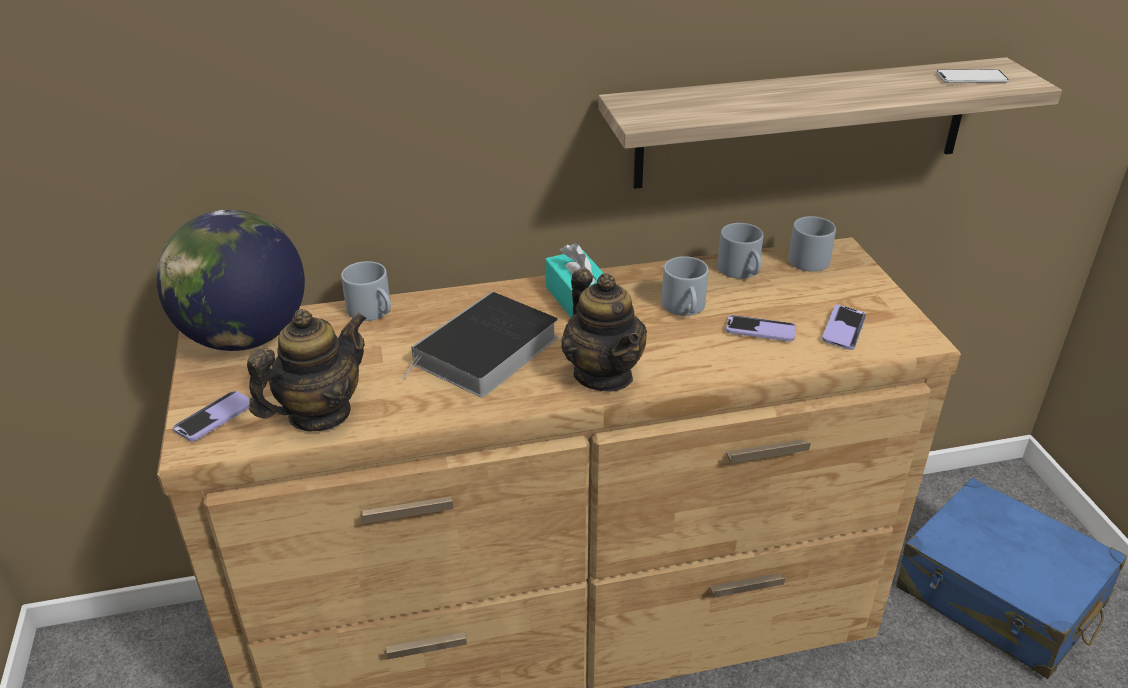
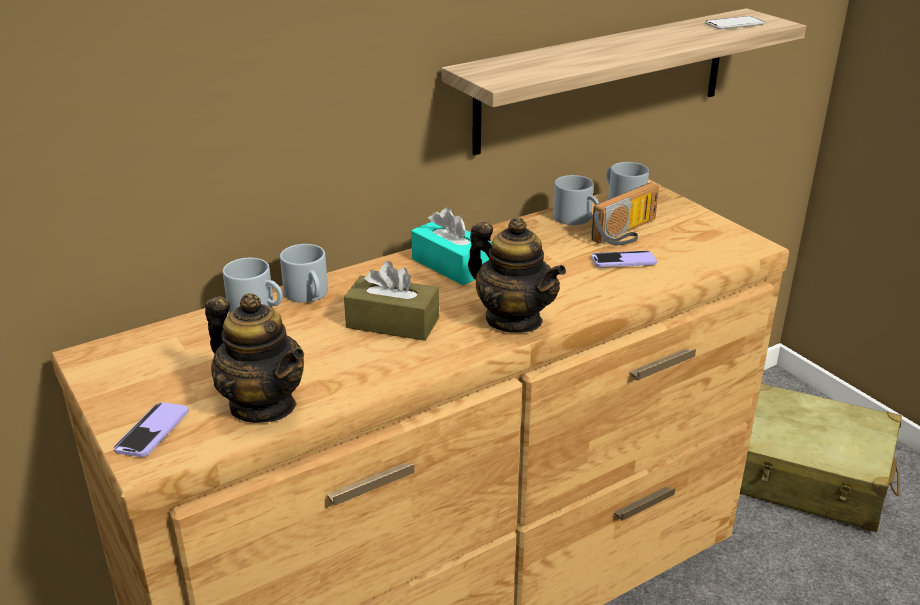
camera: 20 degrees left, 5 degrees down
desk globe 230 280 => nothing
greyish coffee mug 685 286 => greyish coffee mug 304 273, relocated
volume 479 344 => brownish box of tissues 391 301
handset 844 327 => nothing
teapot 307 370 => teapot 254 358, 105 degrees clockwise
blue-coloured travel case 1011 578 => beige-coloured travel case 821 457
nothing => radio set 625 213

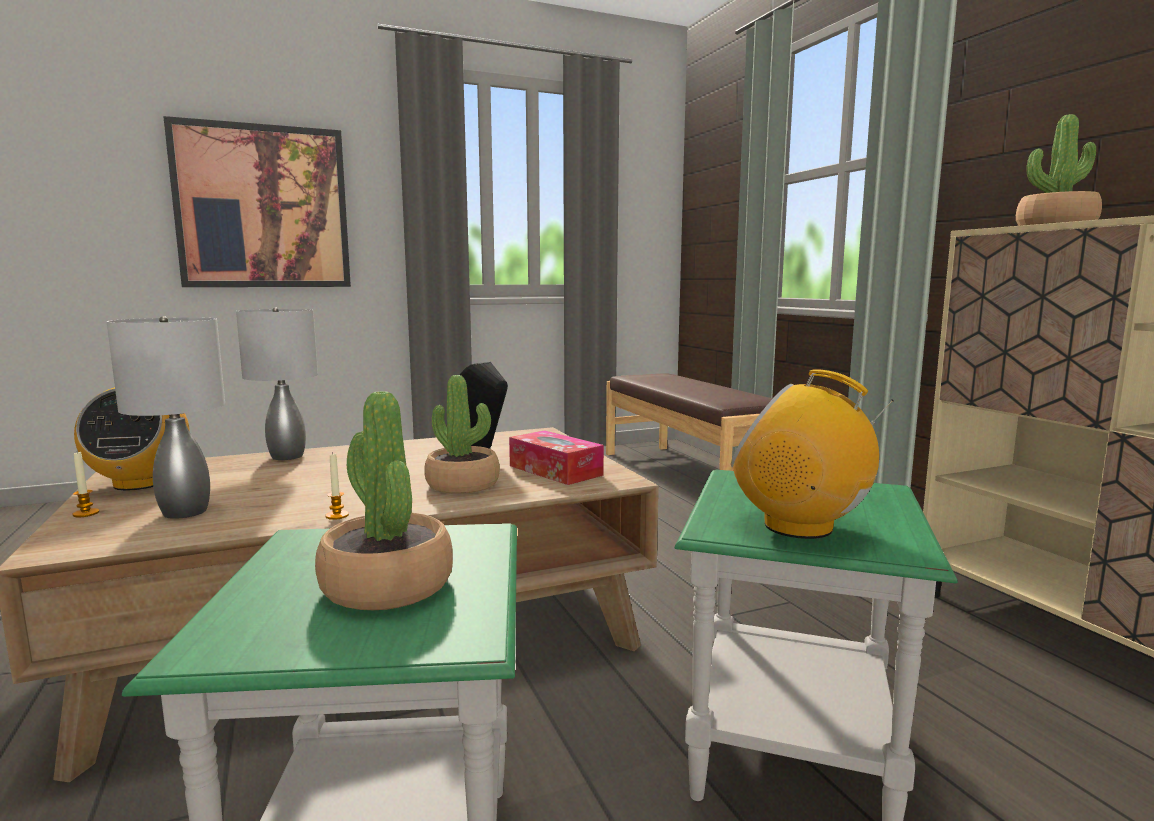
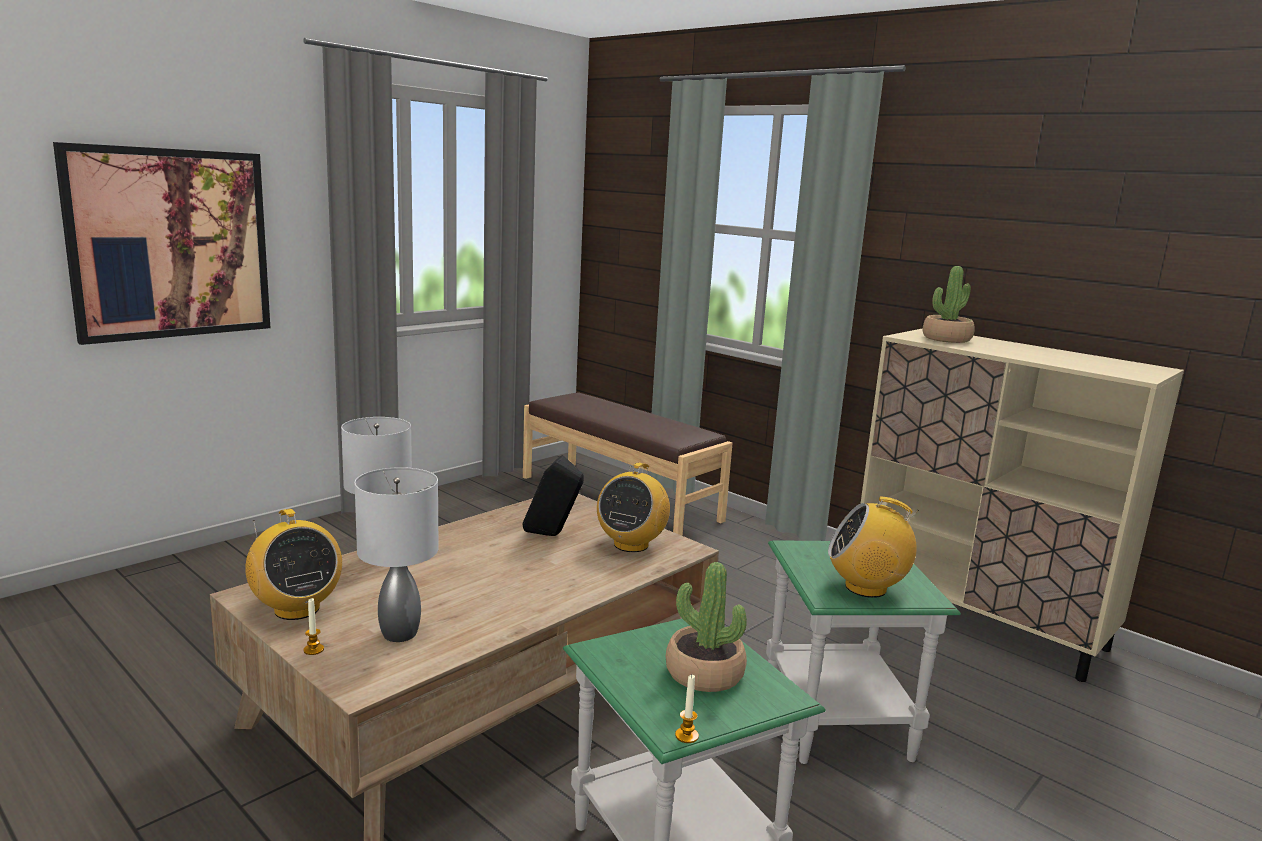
camera: 25 degrees left, 5 degrees up
houseplant 462 434 => nothing
box of tissues 556 457 => radio set 633 507
wax candle 337 487 => wax candle 687 709, relocated

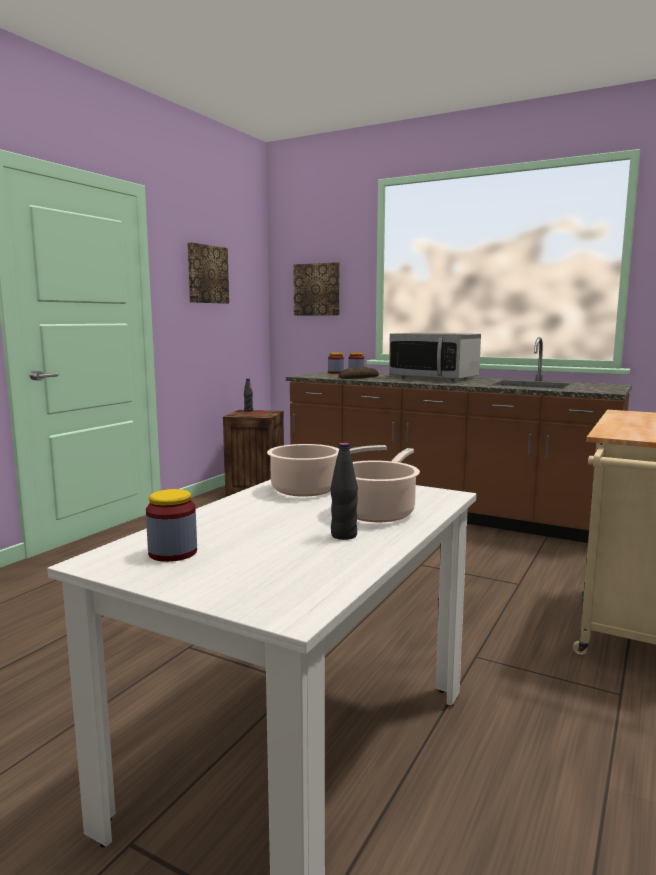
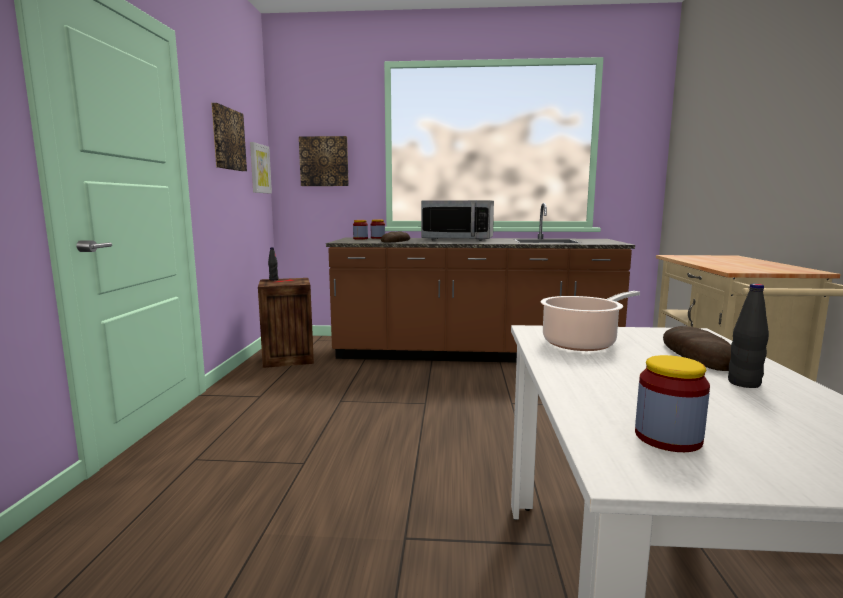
camera: 25 degrees left, 0 degrees up
saucepot 386 485 => bakery bread 697 348
nothing => wall art 261 167

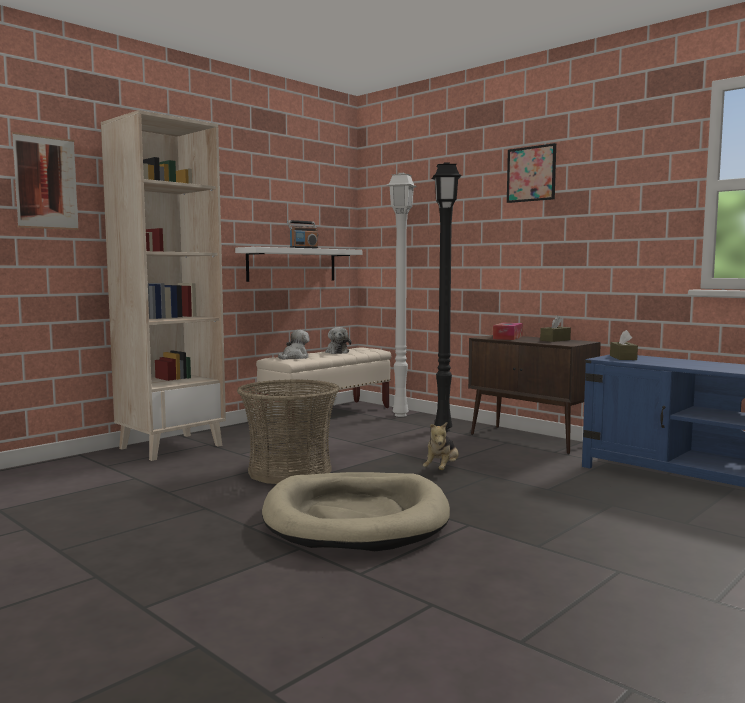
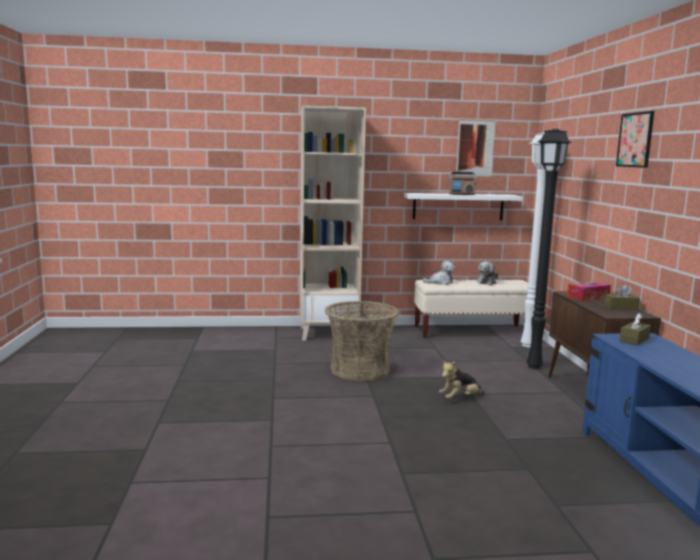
camera: 40 degrees right, 5 degrees up
wall art 45 181 => wall art 475 148, relocated
beige-coloured dog cushion 356 511 => nothing

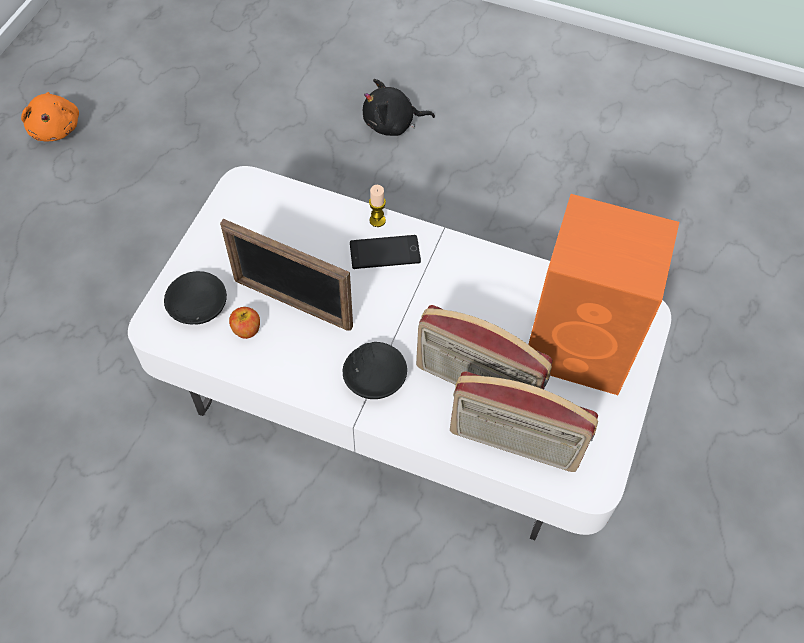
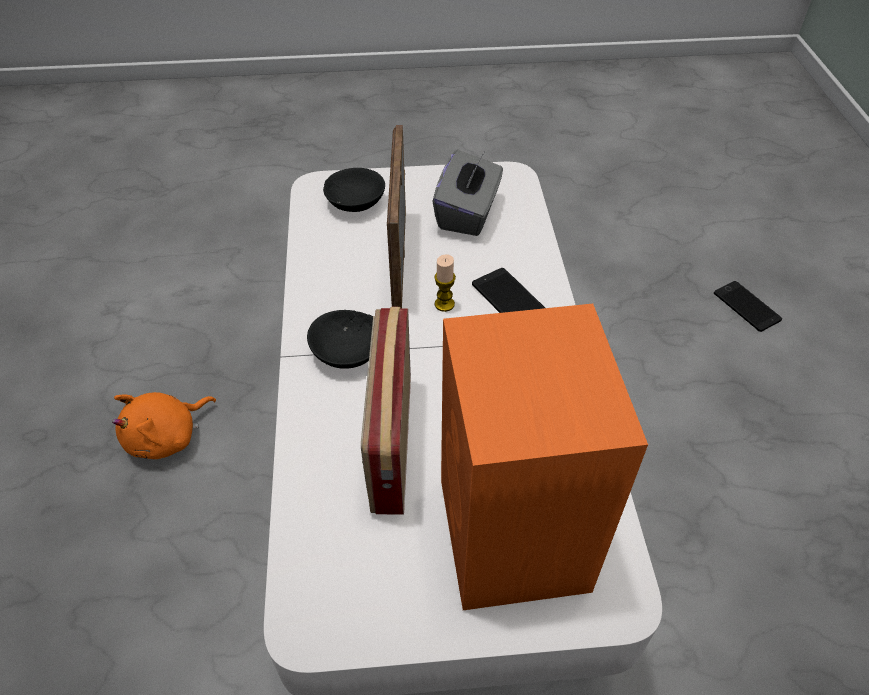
camera: 65 degrees right, 10 degrees down
black plush toy 399 107 => handset 748 306
orange plush toy 50 116 => orange plush toy 164 425, relocated
wax candle 377 206 => wax candle 445 283, relocated
apple 244 323 => nothing
radio set 524 421 => nothing
nothing => greyish box of tissues 468 193

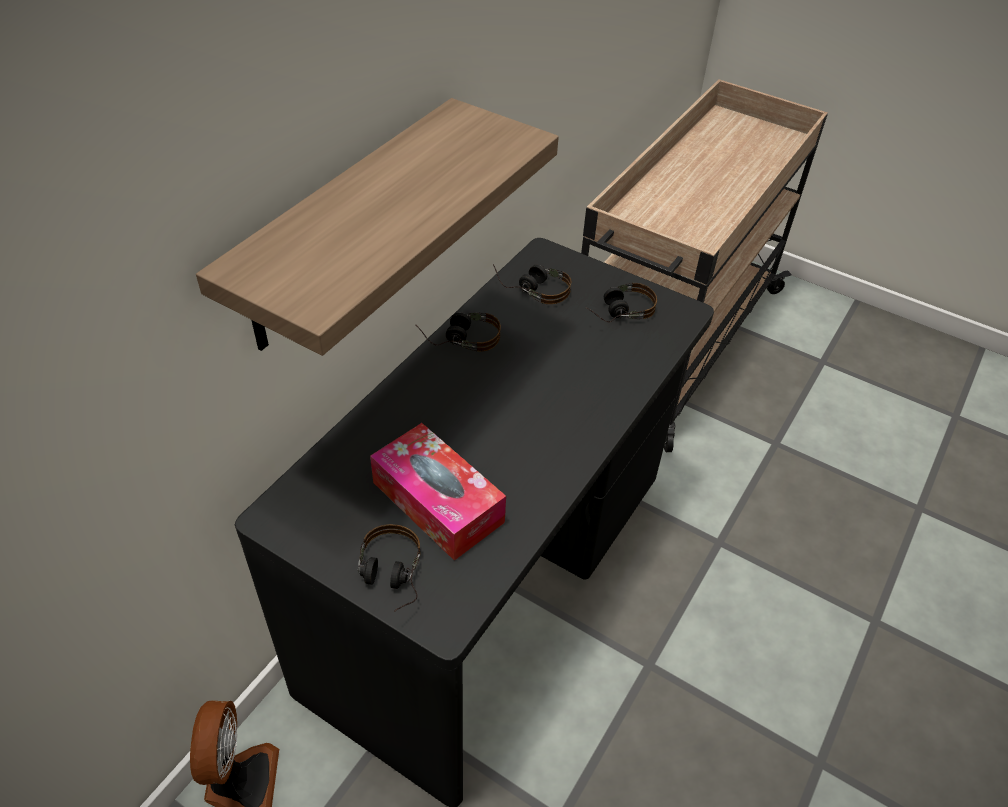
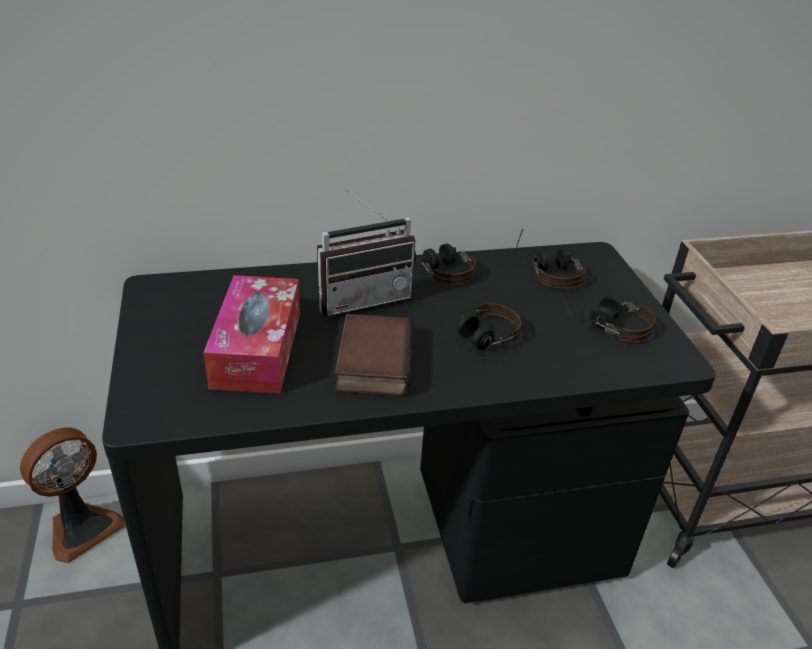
camera: 45 degrees right, 10 degrees down
wall shelf 377 227 => nothing
headphones 389 568 => headphones 488 329, relocated
nothing => radio set 366 251
nothing => volume 374 355

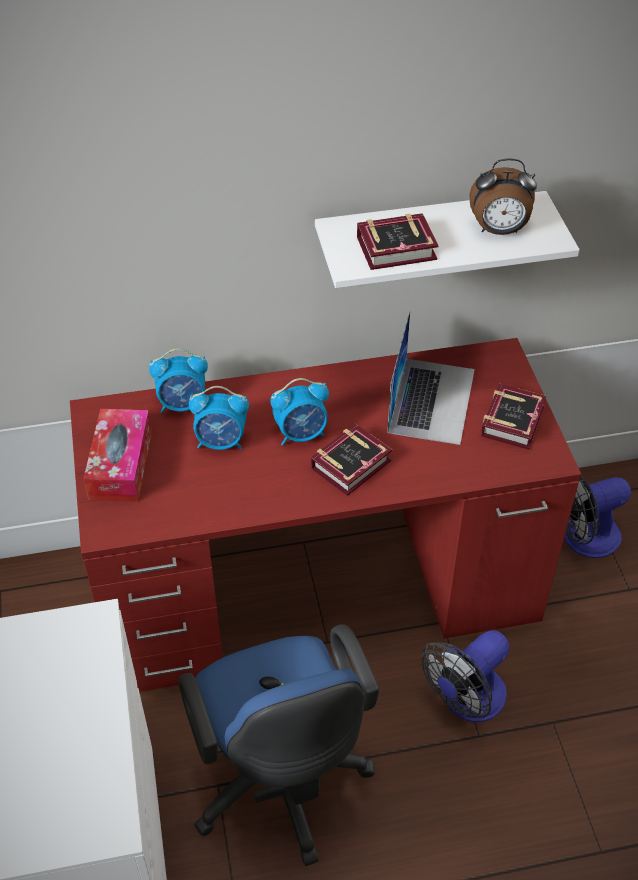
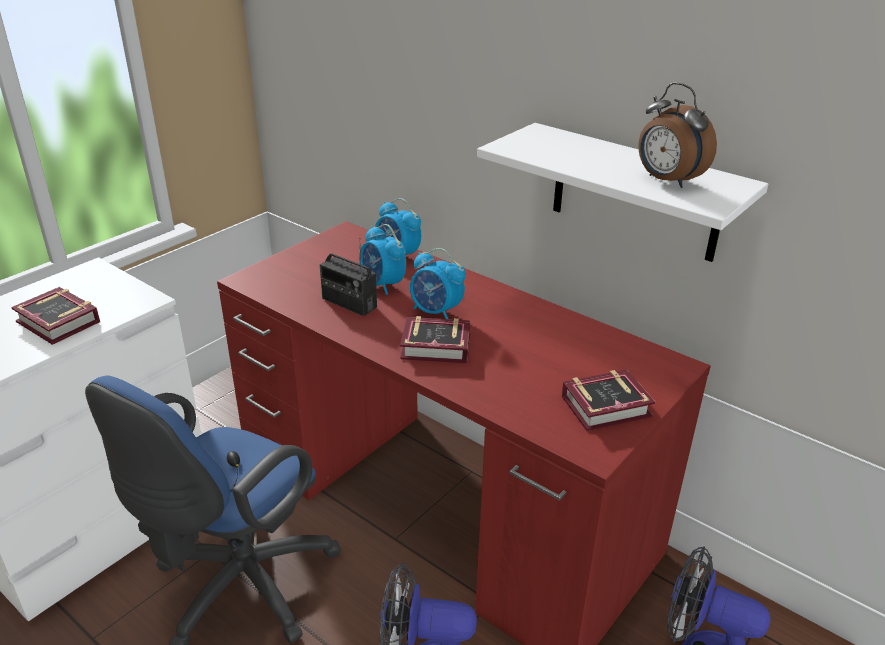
camera: 50 degrees right, 15 degrees down
volume 398 241 => volume 55 316, relocated
laptop 431 377 => nothing
box of tissues 117 455 => nothing
nothing => radio set 348 277

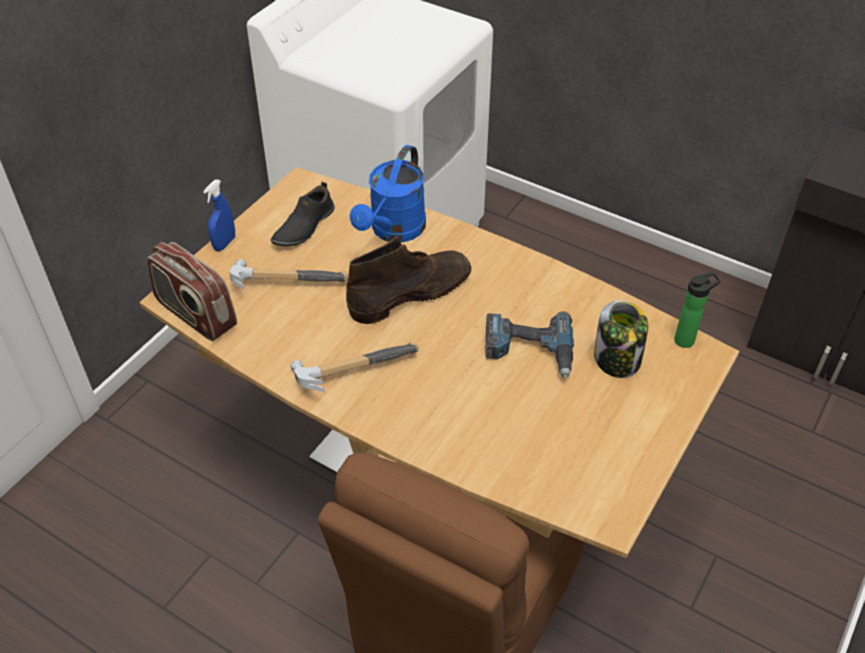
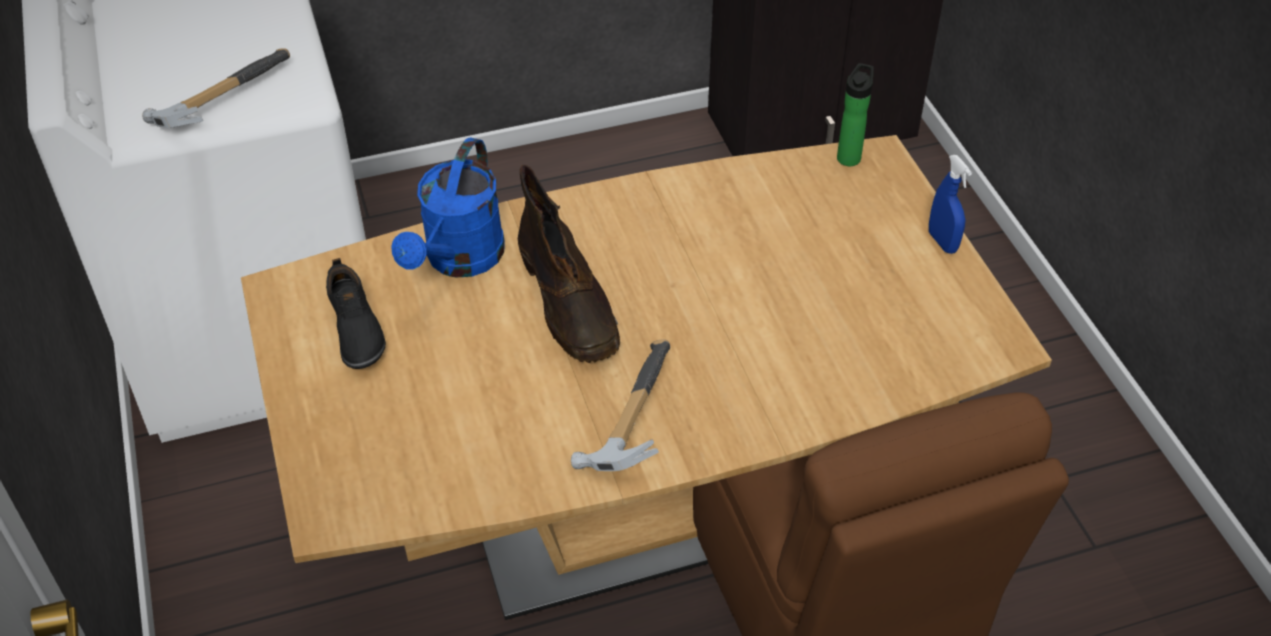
camera: 50 degrees left, 0 degrees up
blue-coloured watering can 388 194 => blue-coloured watering can 448 207, 45 degrees clockwise
blue-coloured spray bottle 219 215 => blue-coloured spray bottle 950 204, relocated
brownish tall boot 408 280 => brownish tall boot 569 264, 150 degrees clockwise
radio set 191 291 => nothing
tool hammer 289 274 => tool hammer 216 88, relocated
storage jar 621 339 => nothing
electric drill 529 345 => nothing

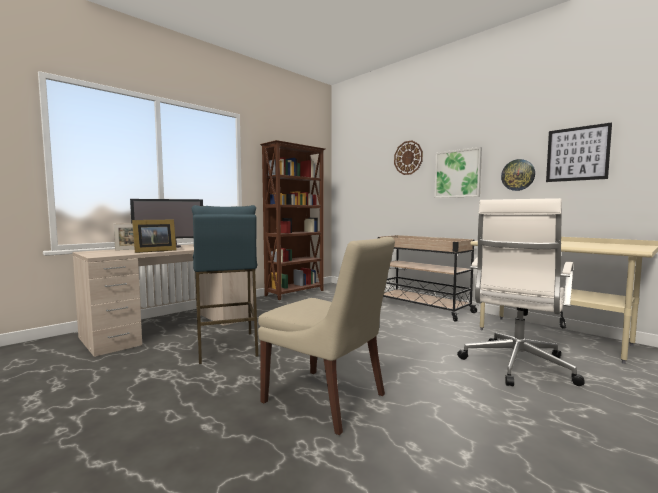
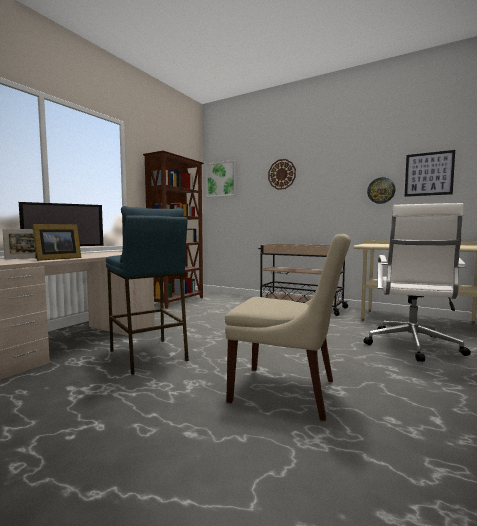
camera: 15 degrees left, 0 degrees up
wall art 458 172 => wall art 221 178, relocated

